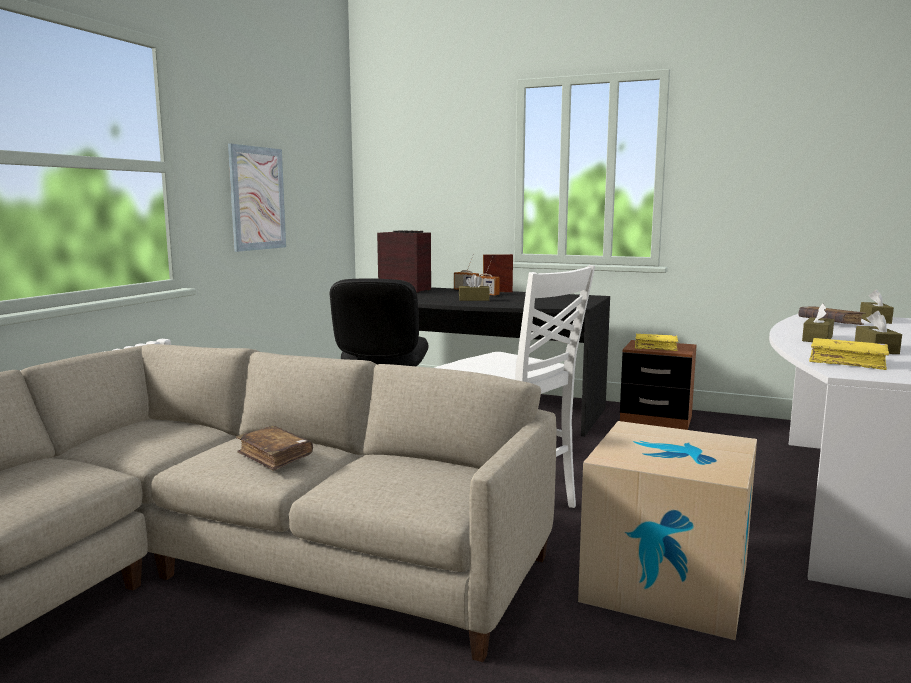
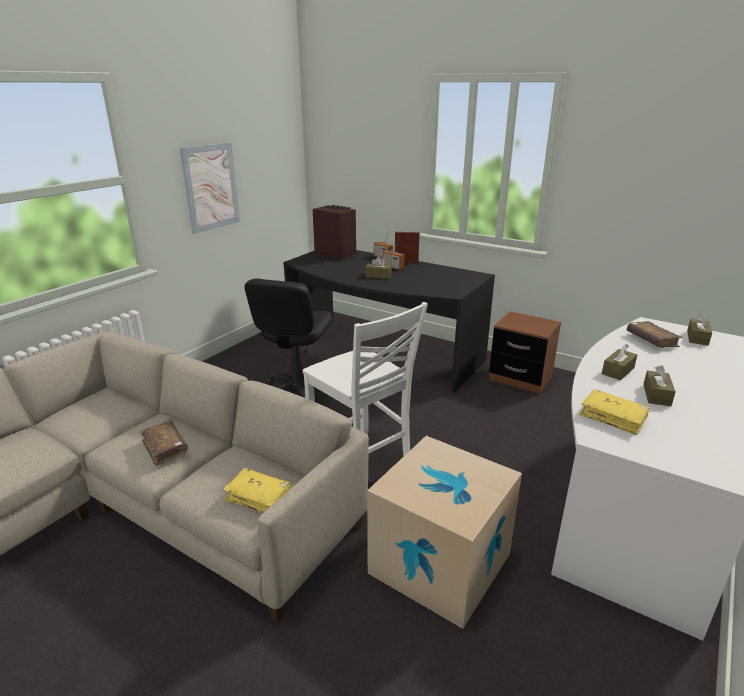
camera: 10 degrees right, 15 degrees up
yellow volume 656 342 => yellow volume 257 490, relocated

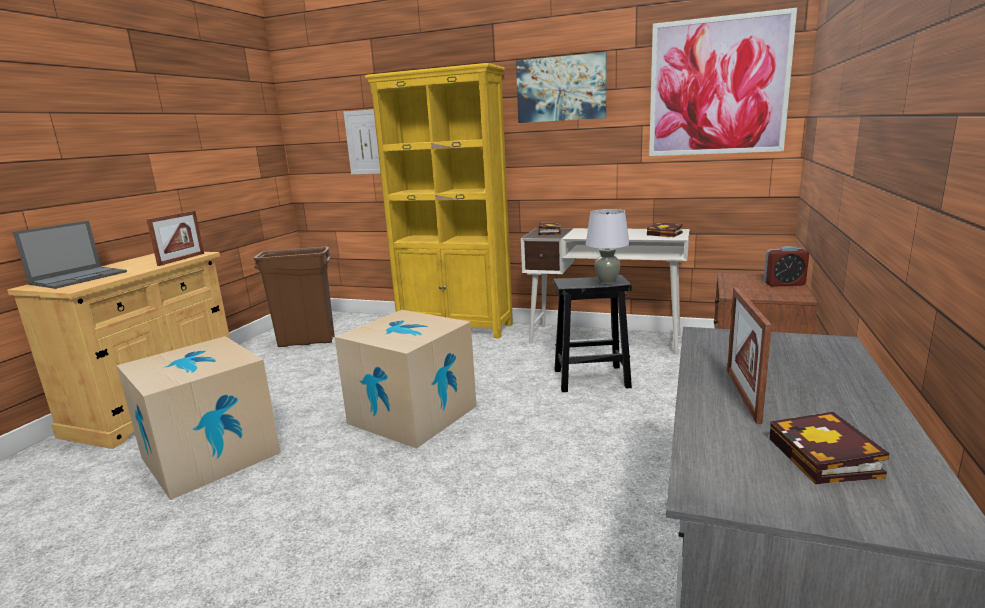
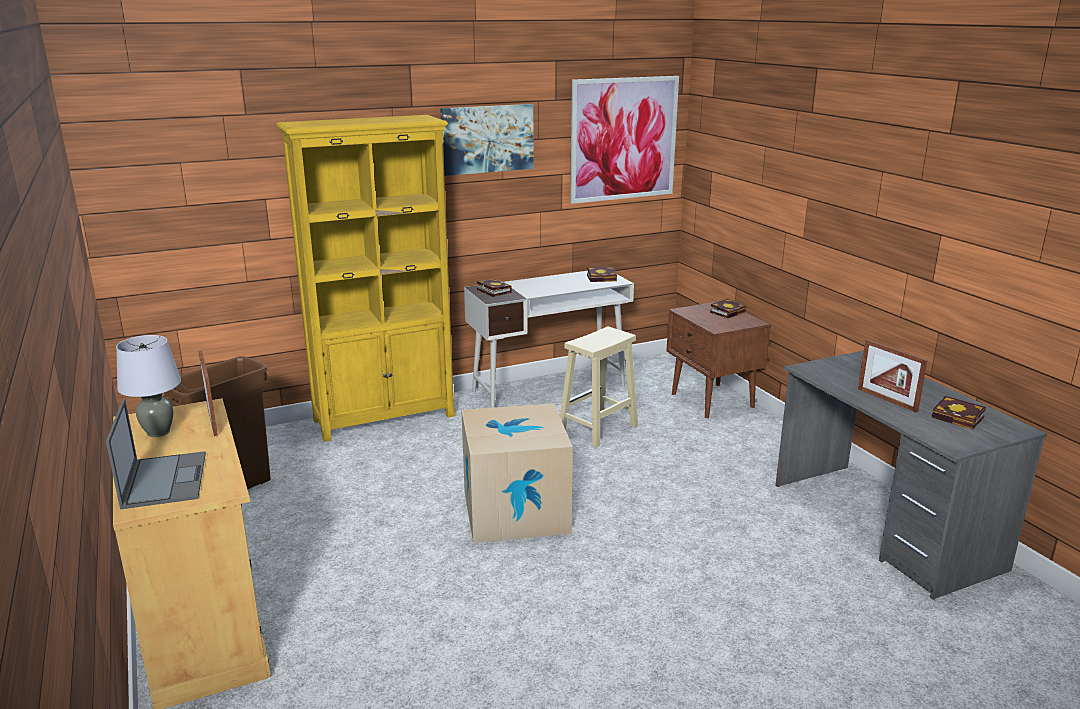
camera: 45 degrees left, 5 degrees up
wall art 362 142 => nothing
greyish tabletop lamp 608 246 => greyish tabletop lamp 148 386, relocated
table clock 786 266 => volume 728 308
black sitting stool 593 333 => beige-coloured sitting stool 599 387
cardboard box 199 418 => nothing

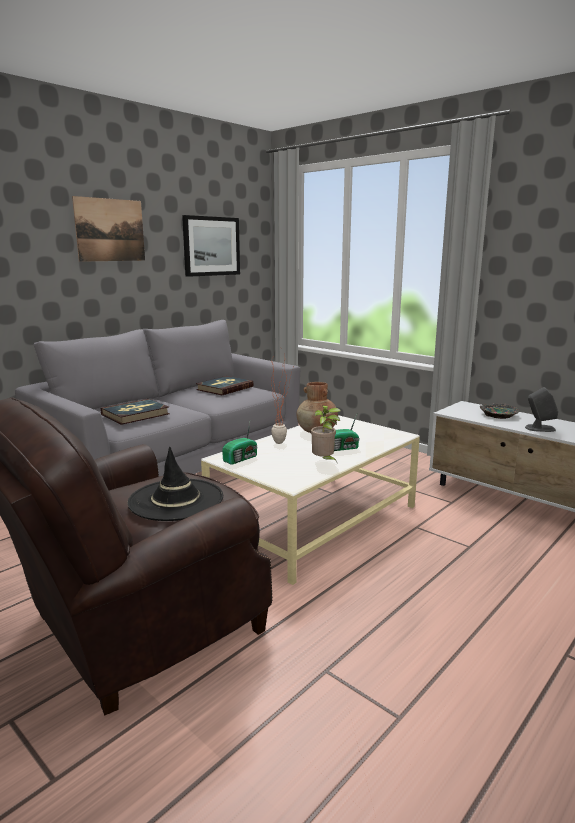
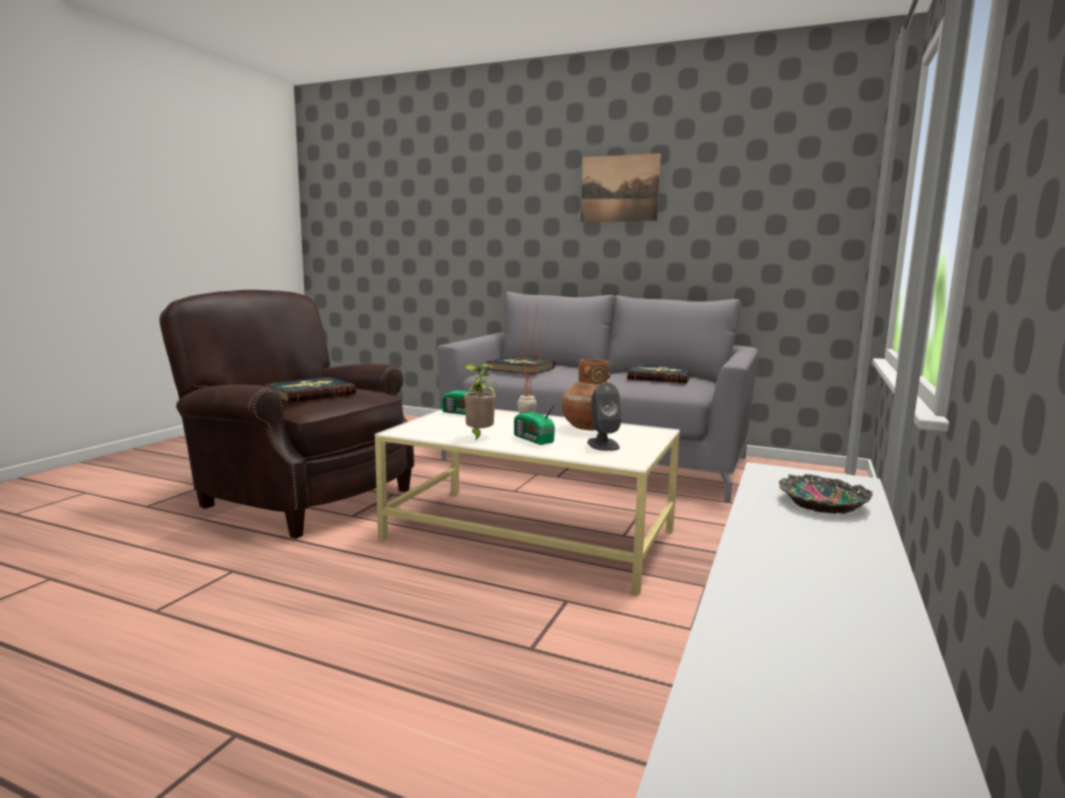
camera: 70 degrees right, 5 degrees down
wall art 211 246 => nothing
greyish loudspeaker 541 409 => greyish loudspeaker 604 416, relocated
black hat 175 484 => volume 310 390

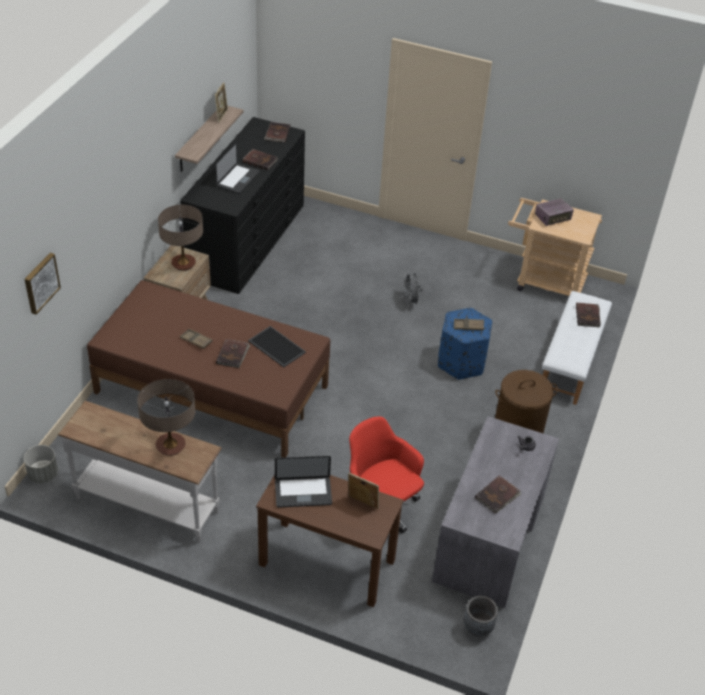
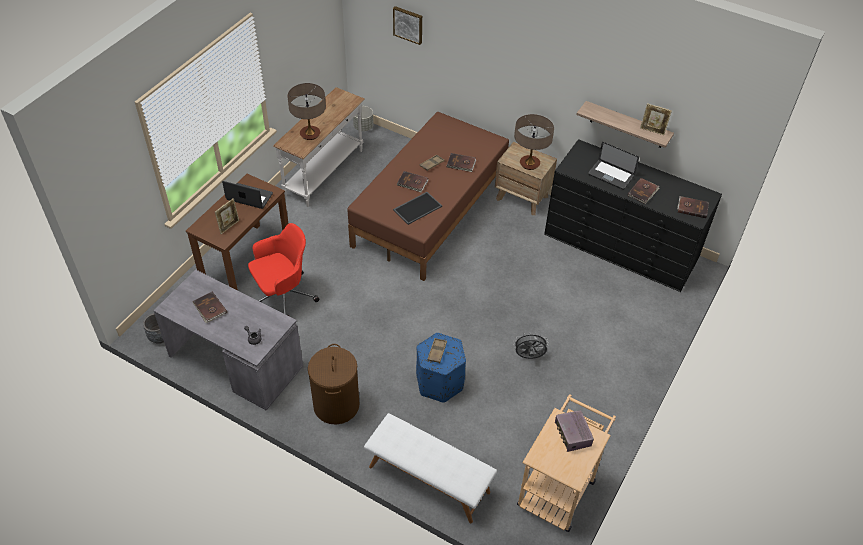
camera: 100 degrees right, 5 degrees up
brownish volume 588 315 => brownish volume 461 162, relocated
laptop 303 482 => laptop 247 195, 105 degrees clockwise

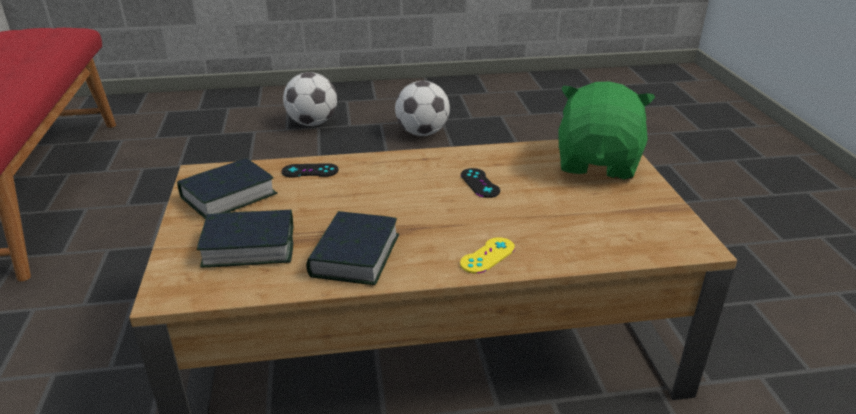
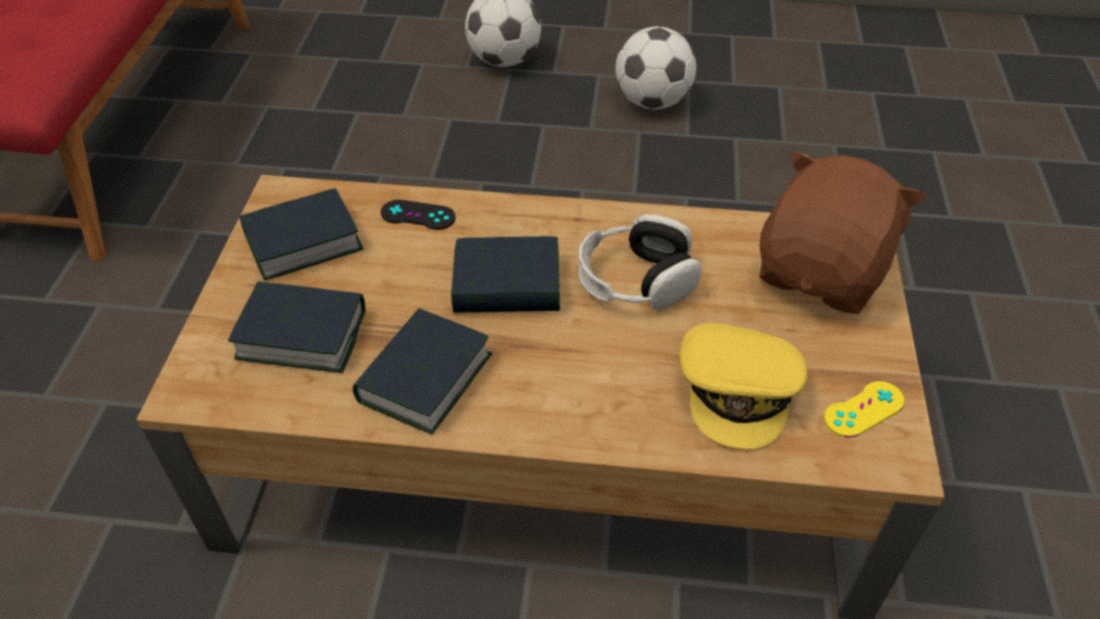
camera: 15 degrees right, 15 degrees up
green-coloured plush toy 606 130 => brownish plush toy 843 232
black game controller 480 183 => headphones 640 262
yellow game controller 487 255 => yellow game controller 864 409, relocated
nothing => volume 505 274
nothing => yellow cap 743 386

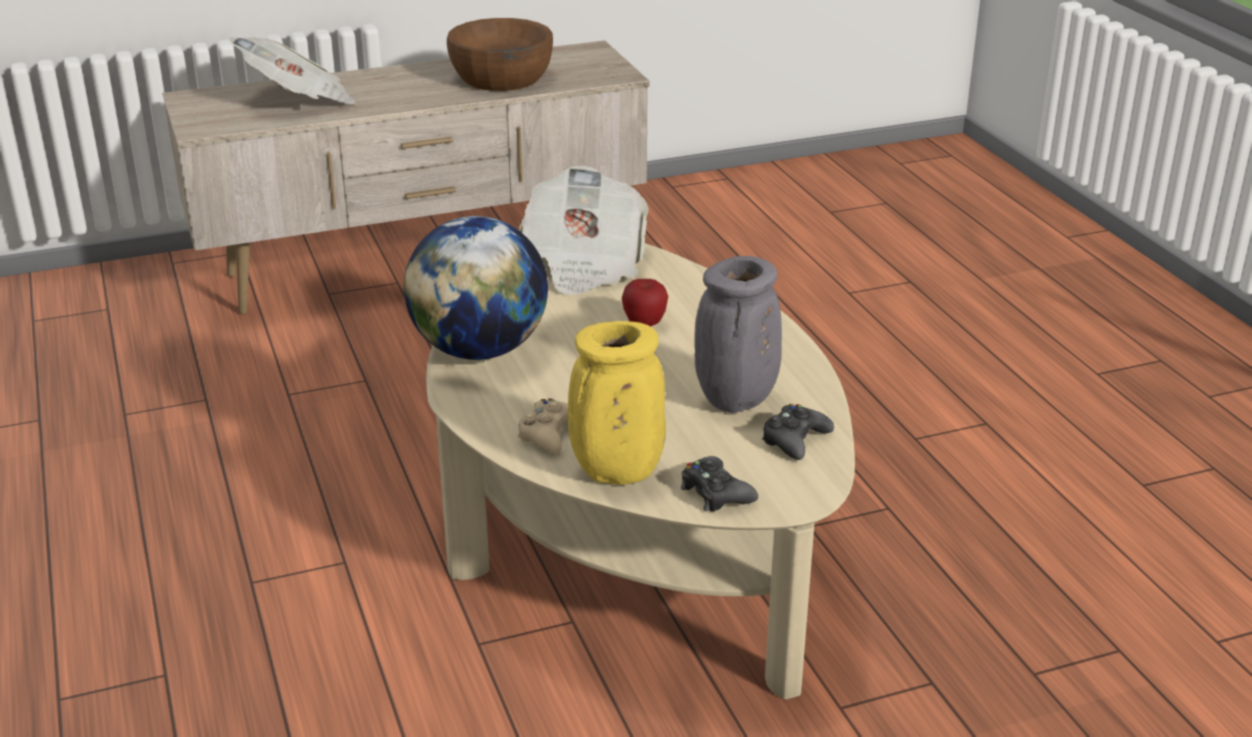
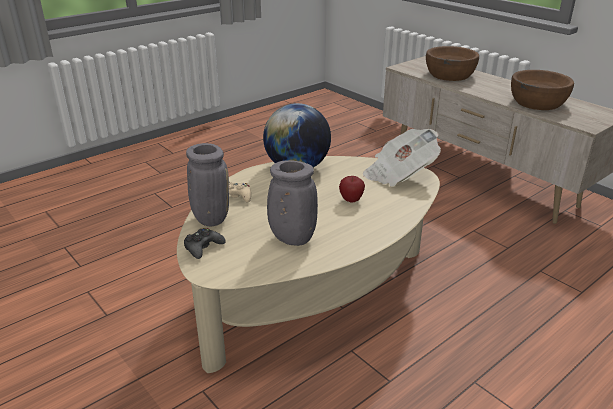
camera: 70 degrees right, 0 degrees up
daily paper 293 70 => brownish bowl 452 63
yellow vase 617 403 => greyish vase 207 184
black game controller 798 432 => nothing

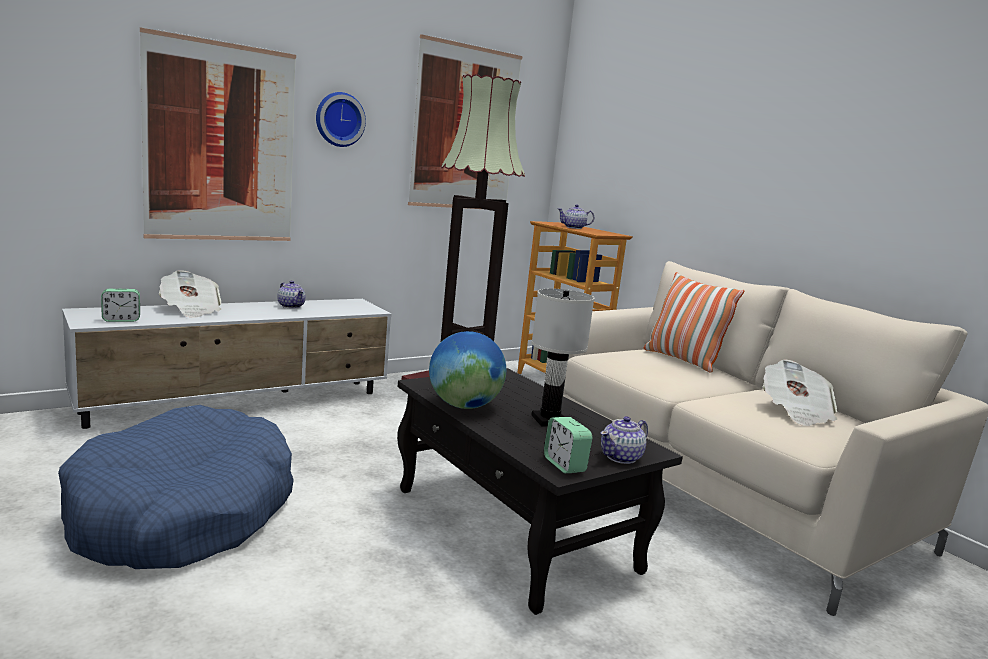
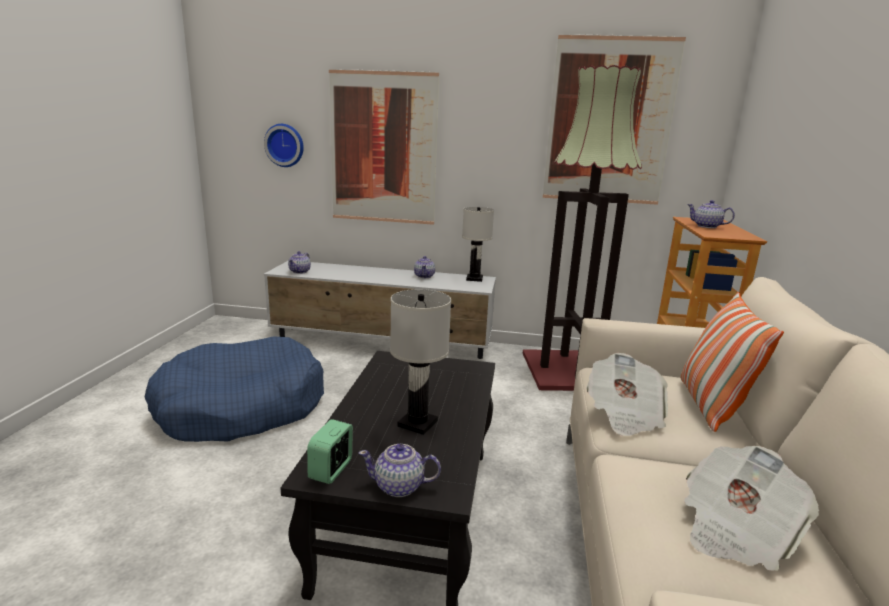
camera: 45 degrees right, 5 degrees up
wall clock 341 119 => wall clock 284 145, relocated
daily paper 190 294 => daily paper 627 394, relocated
table clock 120 305 => teapot 299 262
desk globe 467 370 => nothing
nothing => white-coloured tabletop lamp 478 244

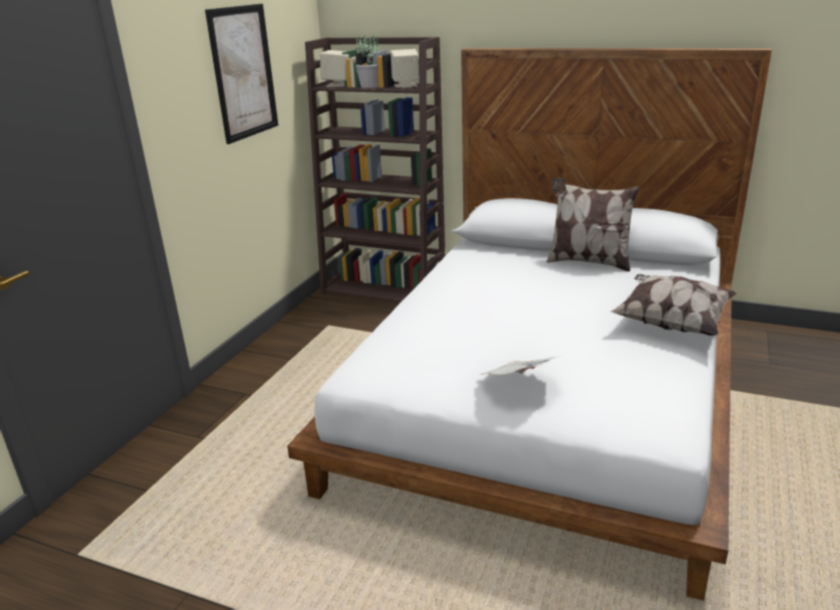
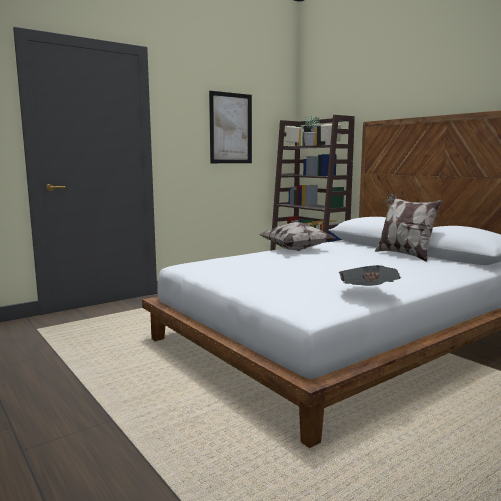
camera: 30 degrees right, 15 degrees down
throw pillow 673 305 => throw pillow 297 236, relocated
daily paper 520 365 => daily paper 370 275, relocated

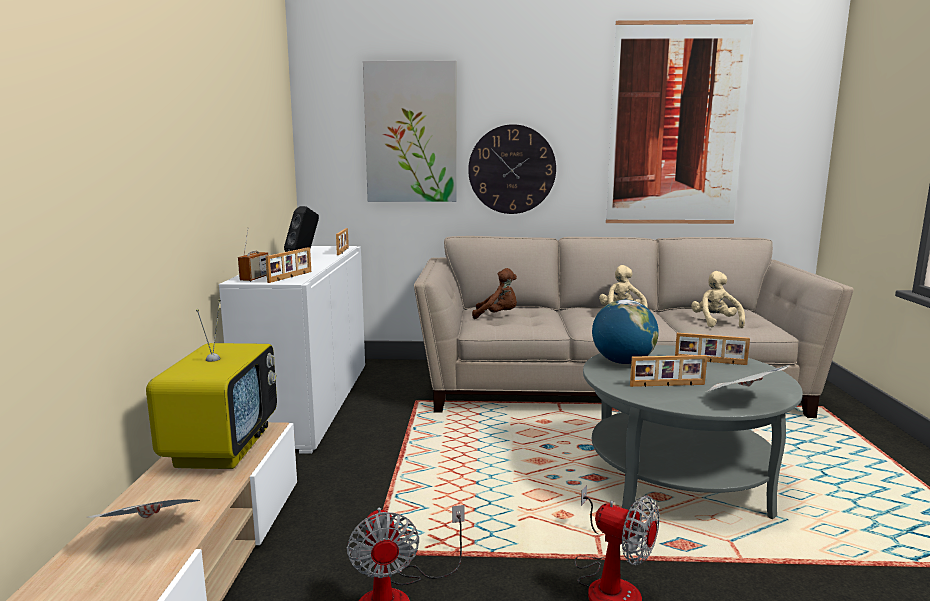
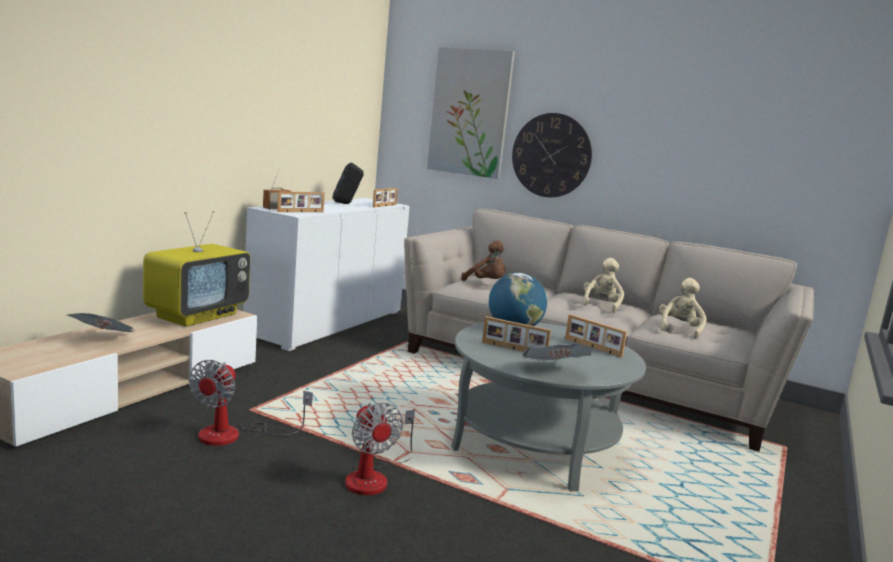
camera: 25 degrees right, 0 degrees up
wall art 679 122 => nothing

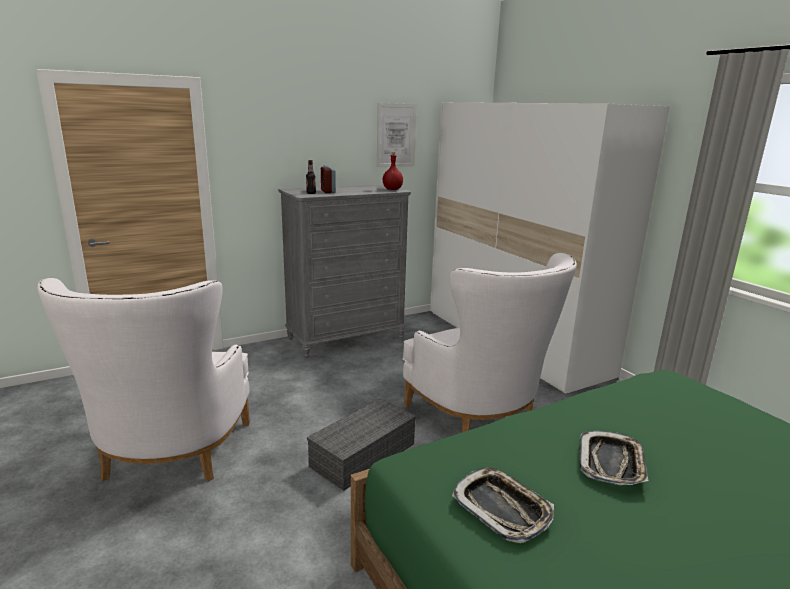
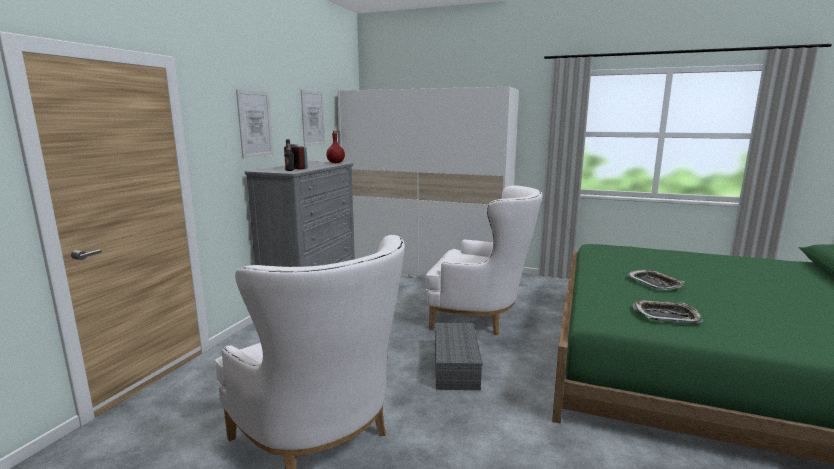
camera: 40 degrees left, 5 degrees down
nothing => wall art 254 124

